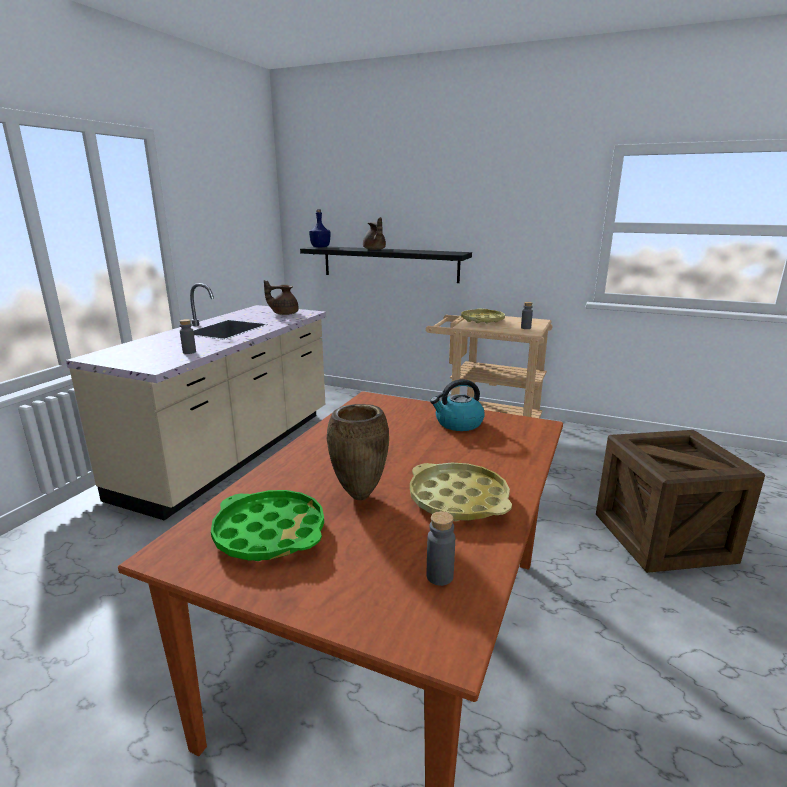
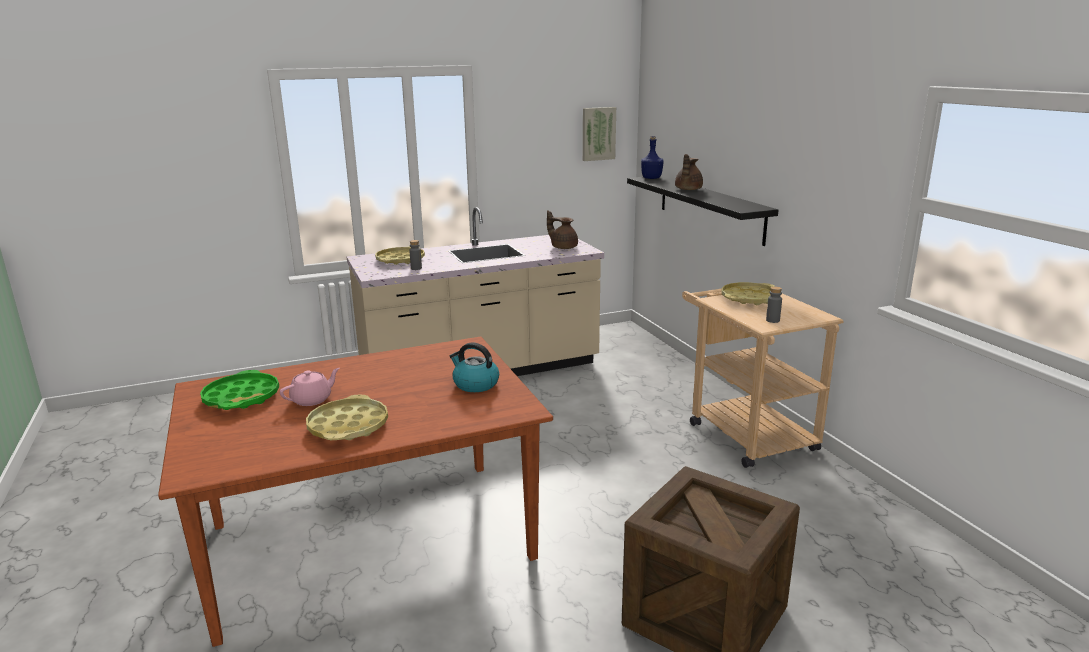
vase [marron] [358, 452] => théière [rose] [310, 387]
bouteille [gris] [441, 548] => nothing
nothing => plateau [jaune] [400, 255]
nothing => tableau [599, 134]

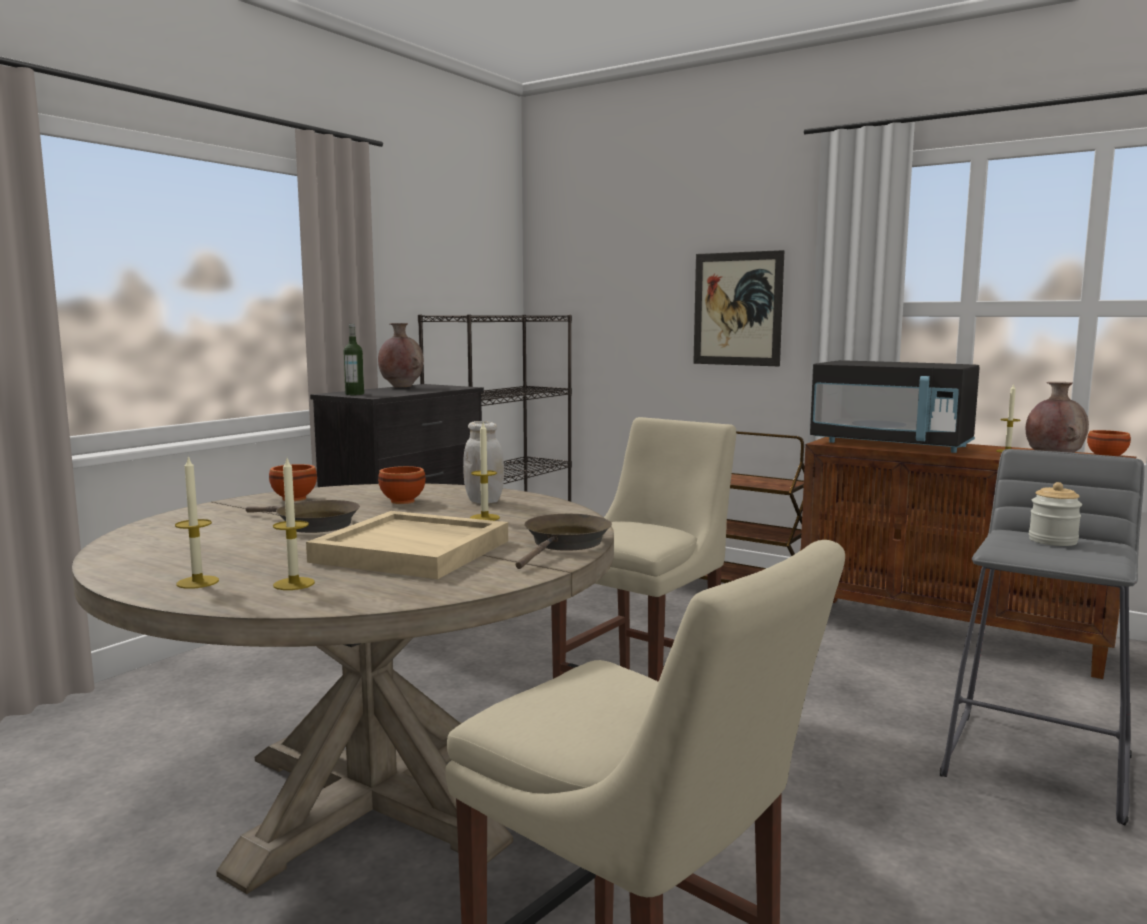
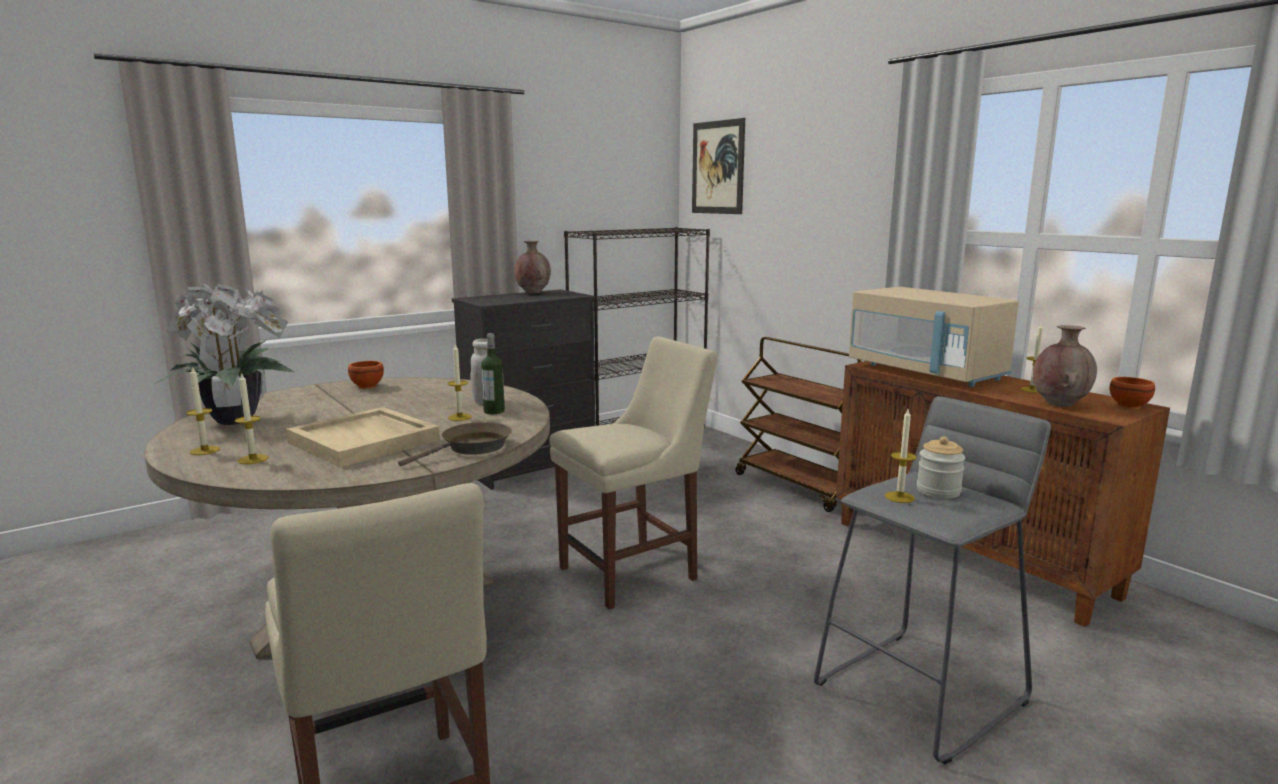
poêle [marron] [303, 516] => nothing
bouteille [354, 359] => bouteille [493, 373], moved
bol [marron] [402, 485] => nothing
tableau [739, 308] => tableau [718, 166], moved
micro-ondes [noir] [895, 406] => micro-ondes [beige] [934, 337]
nothing => plante en pot [224, 354]
nothing => bougie [901, 456]

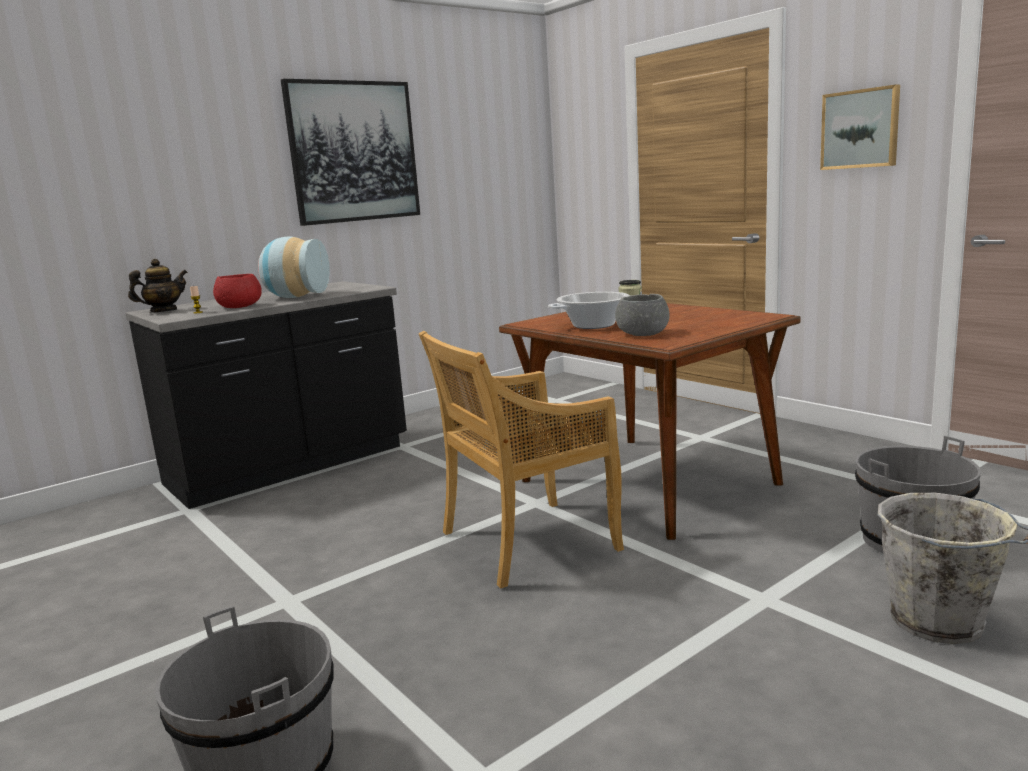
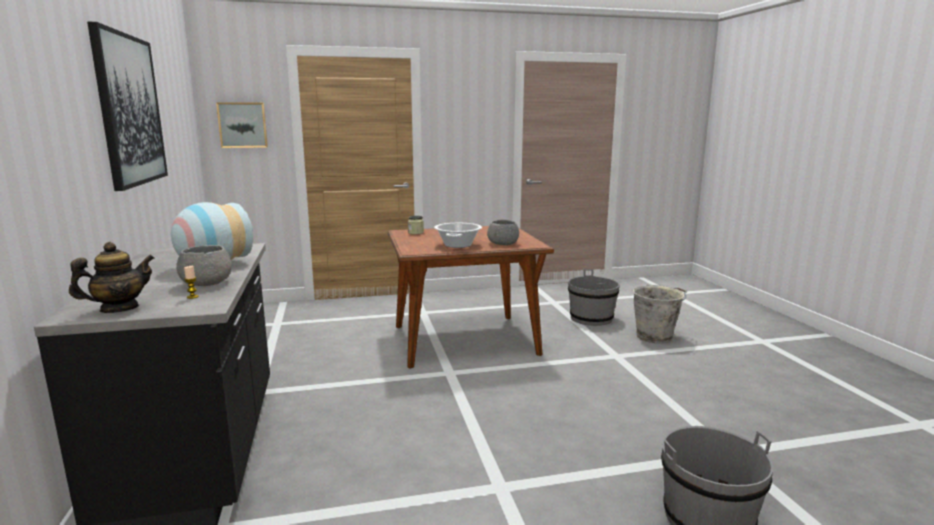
théière [158, 286] => théière [112, 277], 60 degrees clockwise
bol [rouge] [237, 291] => bol [gris] [204, 265]
chaise [beige] [521, 460] => nothing
tableau [860, 127] => tableau [242, 125], moved

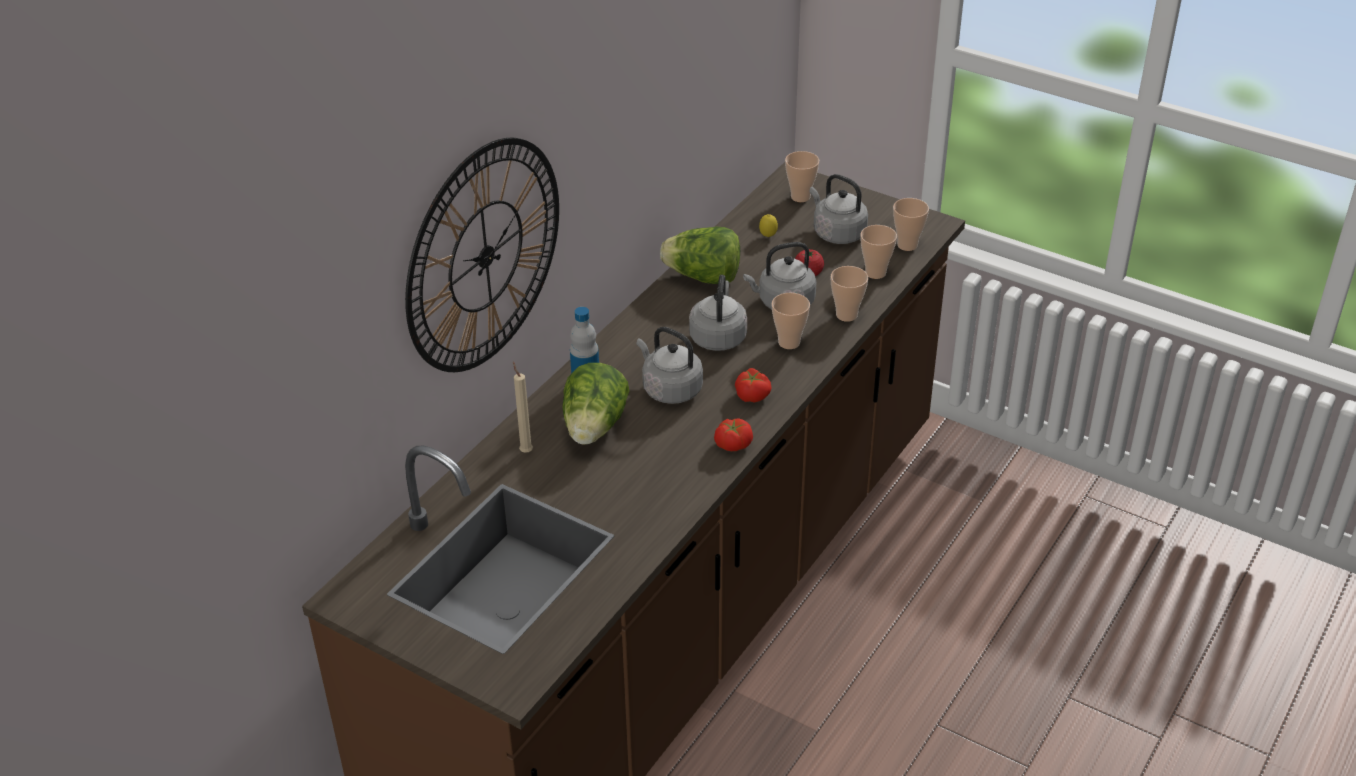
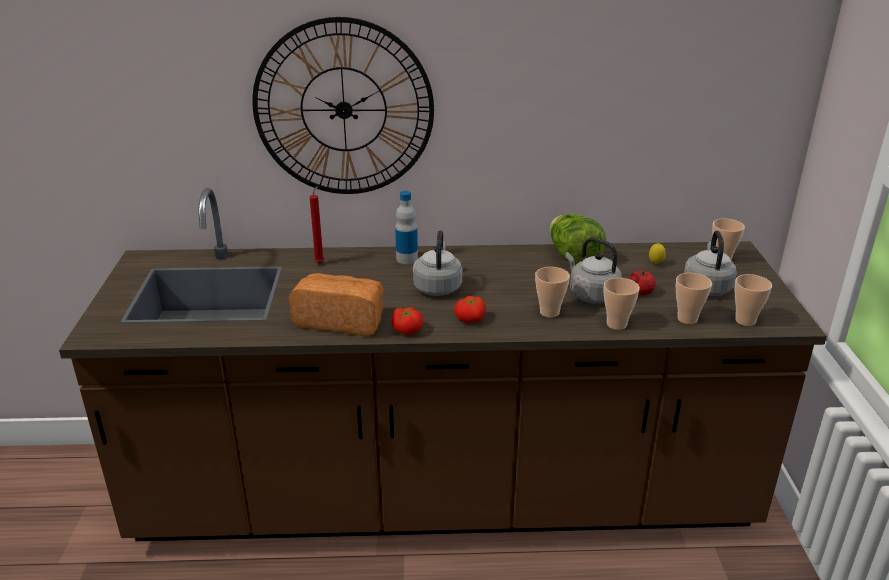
bougie [beige] [523, 407] => bougie [rouge] [317, 224]
laitue [596, 404] => nothing
bouilloire [gris] [718, 313] => nothing
nothing => pain [336, 304]

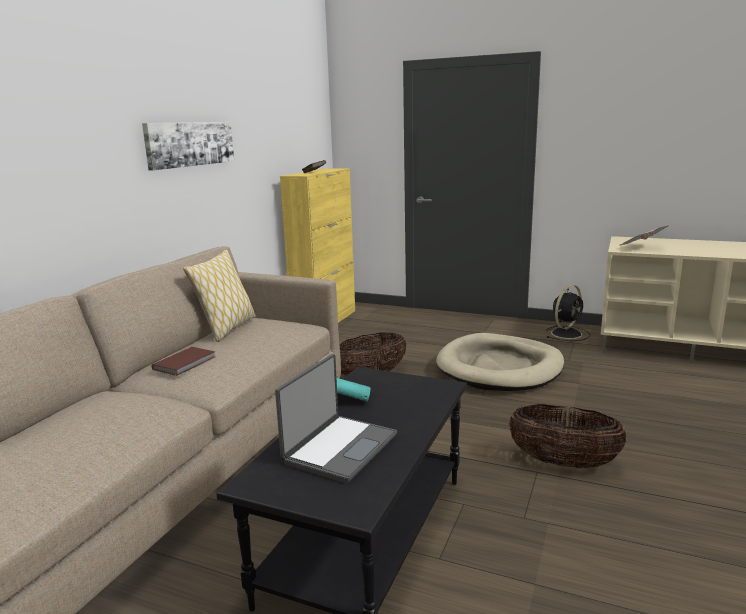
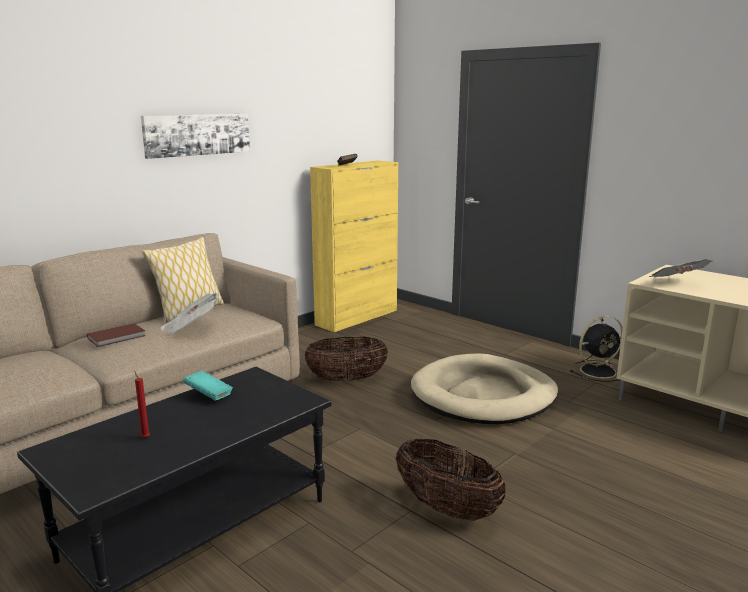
ordinateur portable [336, 418] => bougie [rouge] [142, 404]
nothing => journal [189, 313]

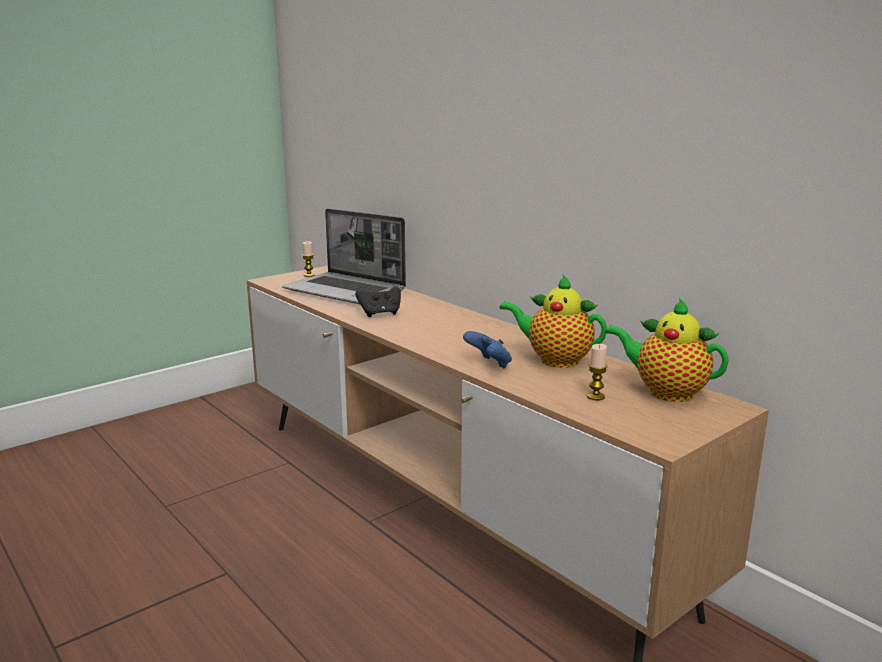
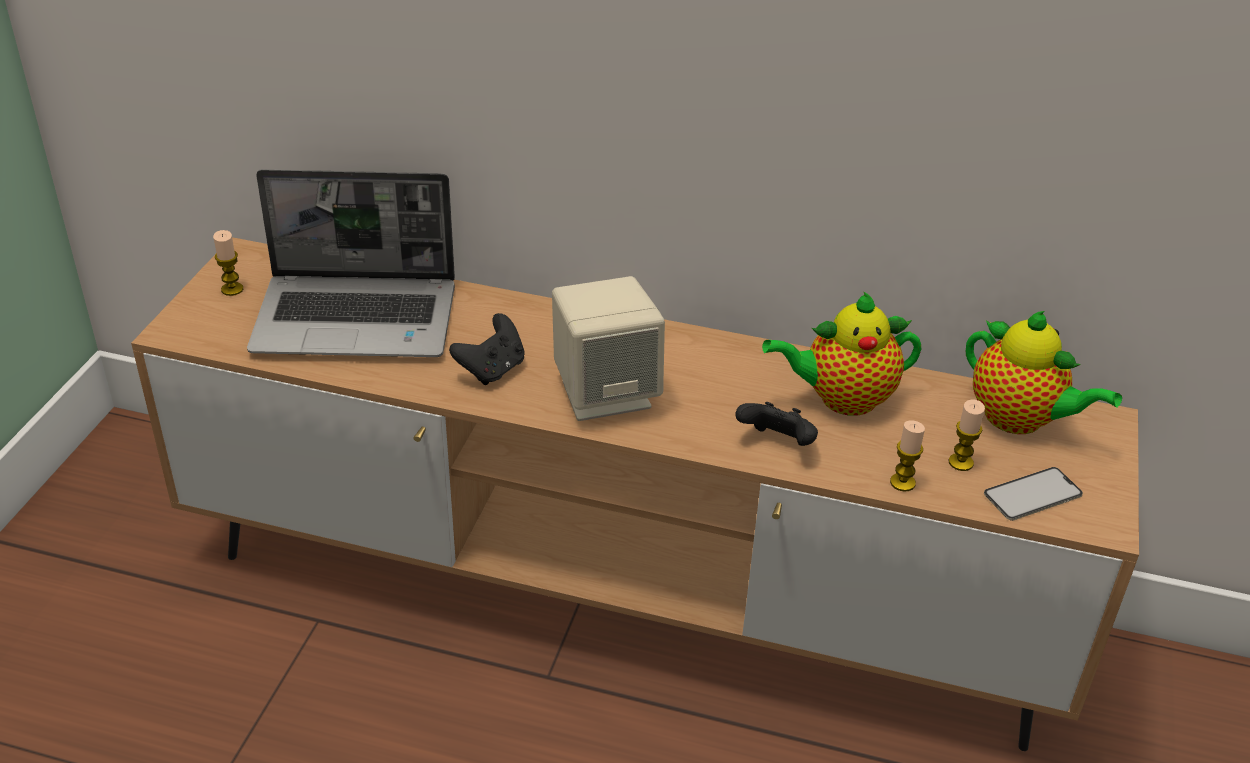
manette [bleu] [487, 349] => manette [noir] [776, 424]
théière [667, 350] => théière [1044, 372], 135 degrees counterclockwise
nothing => enceinte [beige] [608, 348]
nothing => bougie [907, 456]
nothing => téléphone [1033, 494]

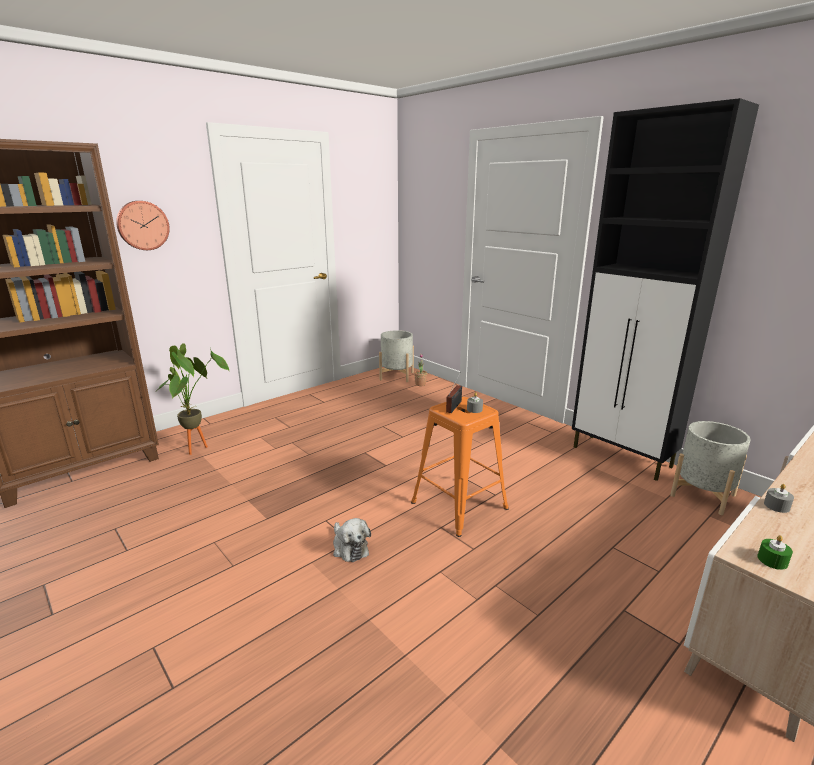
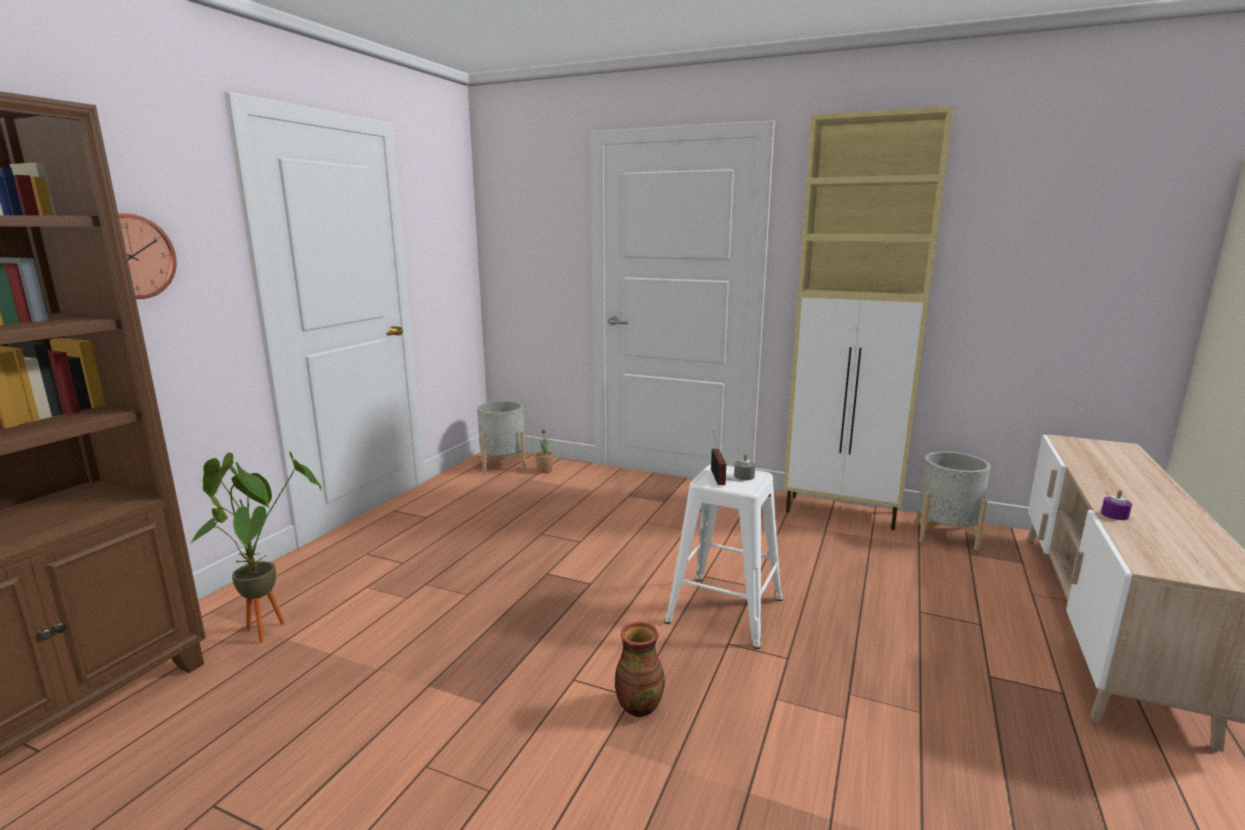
peluche [352, 540] => vase [640, 669]
tabouret [orange] [460, 467] => tabouret [blanc] [723, 556]
meuble de rangement [noir] [665, 289] => meuble de rangement [beige] [869, 318]
bougie [vert] [775, 552] => nothing
bougie [gris] [779, 498] => bougie [violet] [1116, 505]

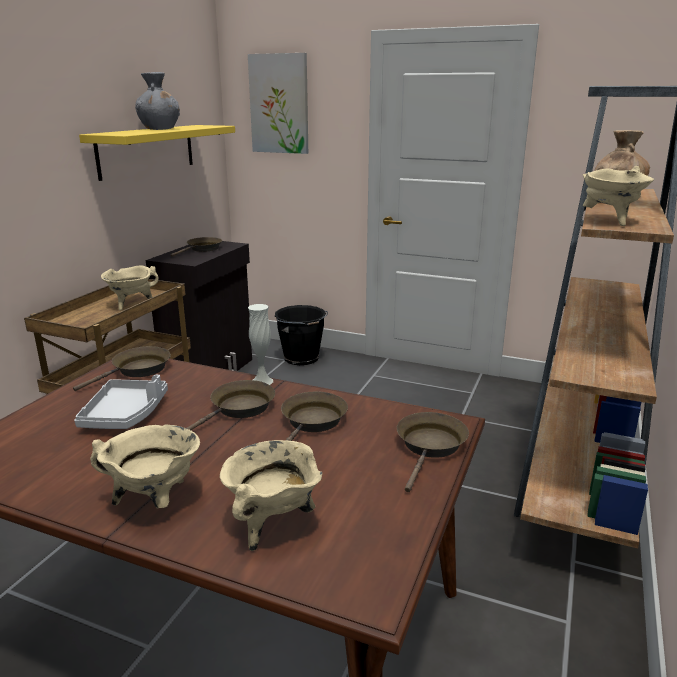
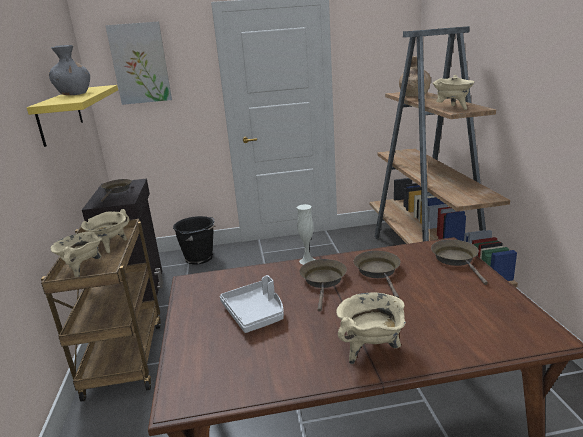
poêle [marron] [122, 368] => nothing
marmite [beige] [271, 495] => marmite [beige] [76, 254], moved

